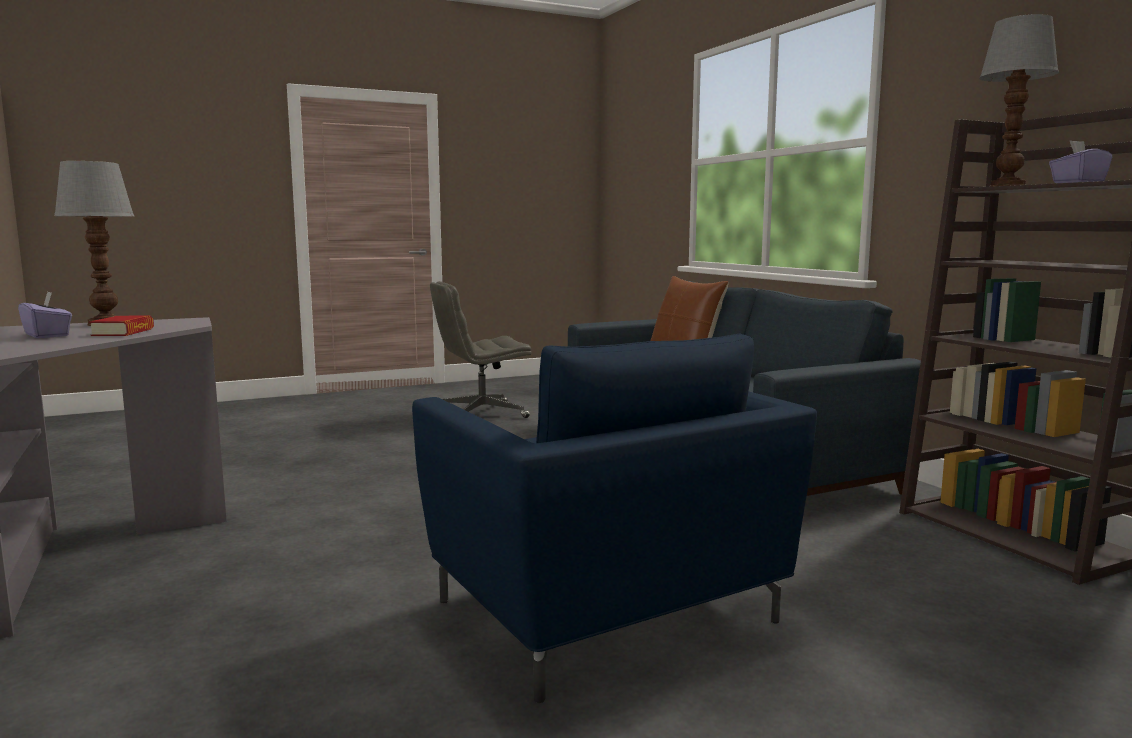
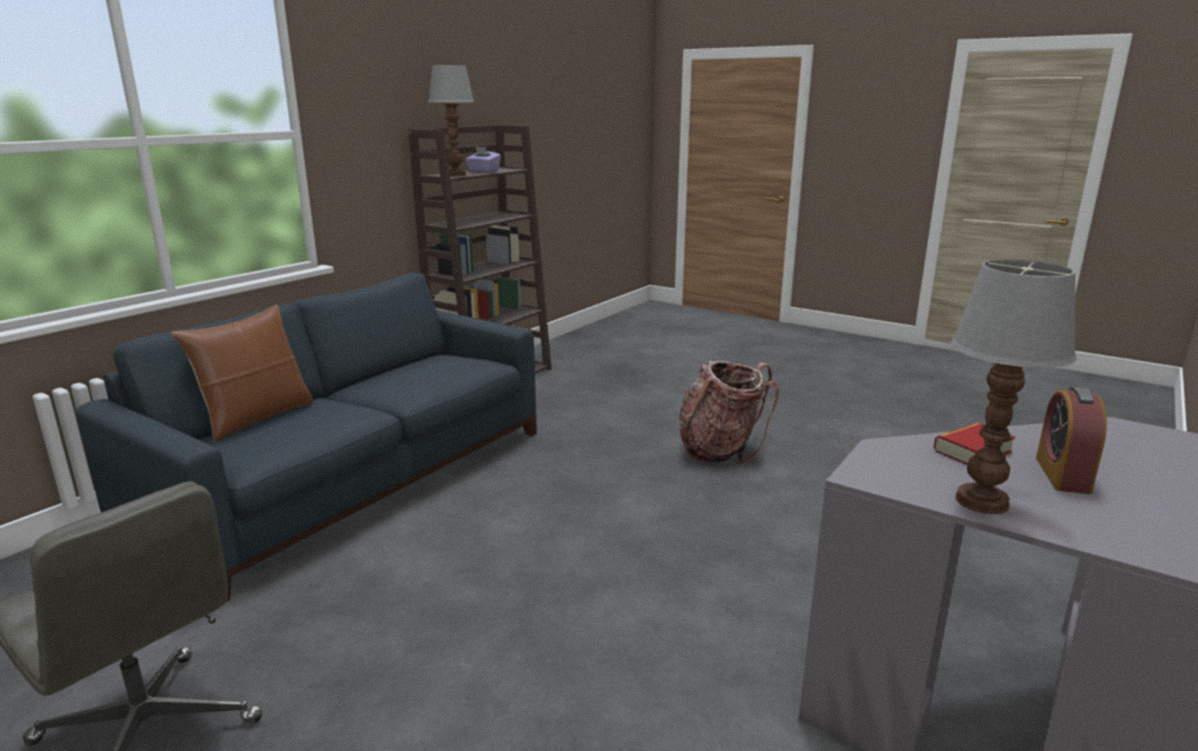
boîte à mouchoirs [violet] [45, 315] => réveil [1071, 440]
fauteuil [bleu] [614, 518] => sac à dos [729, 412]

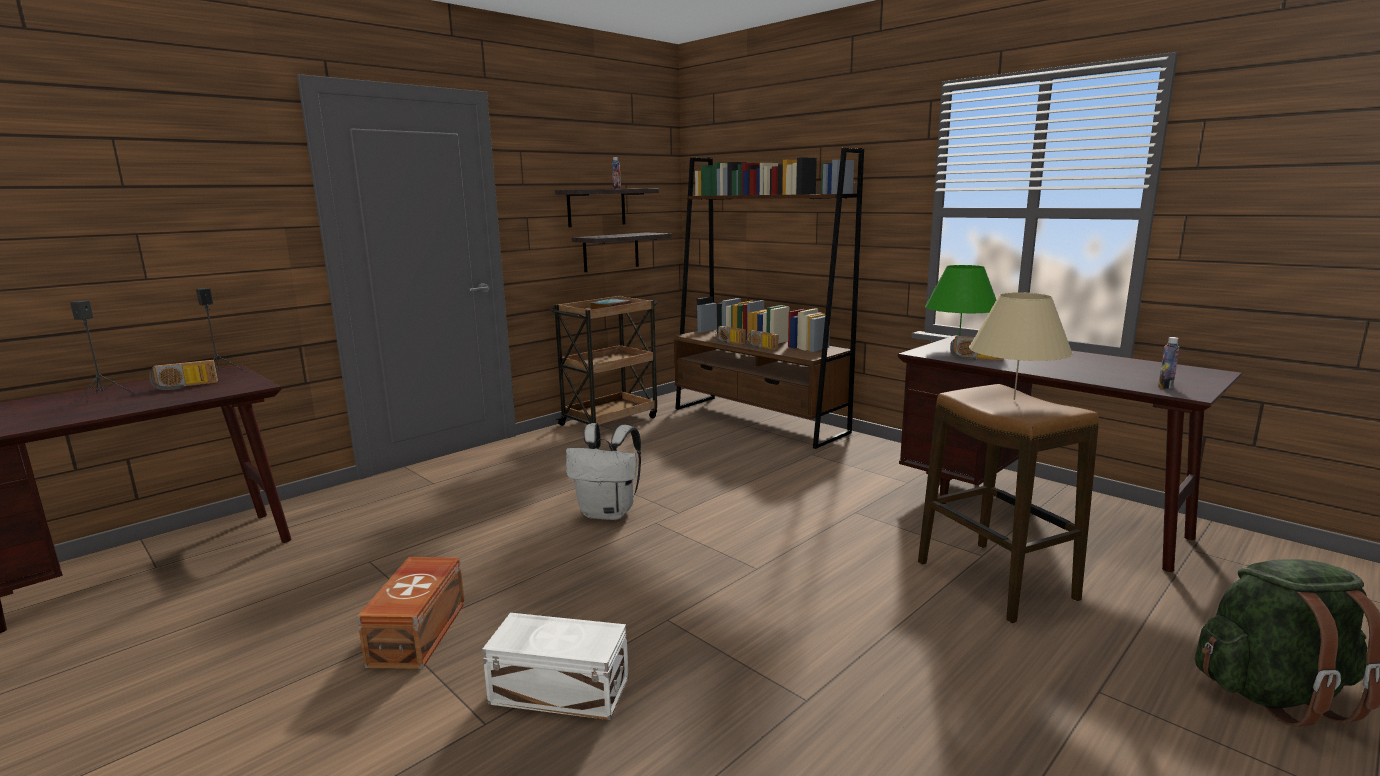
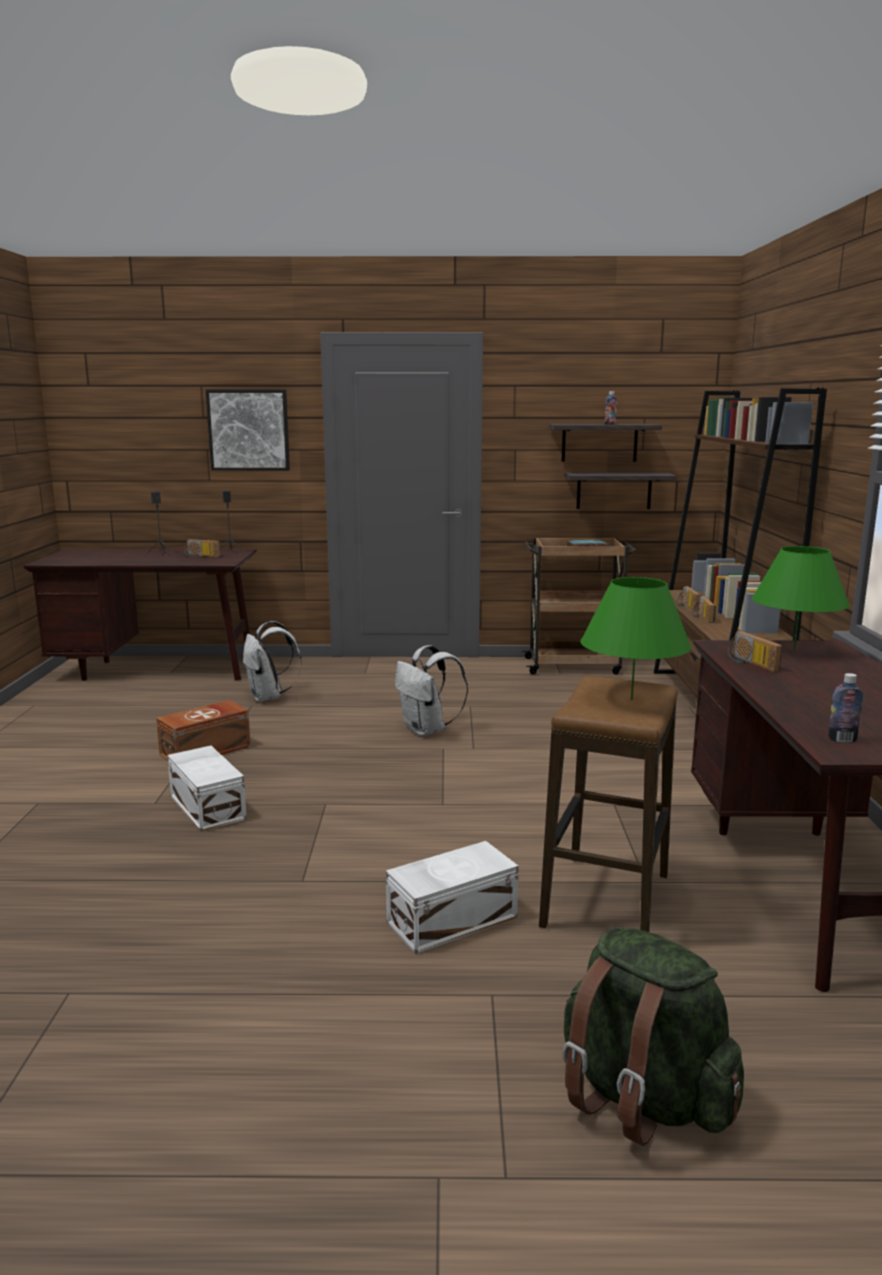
lampe de table [beige] [1021, 346] => lampe de table [vert] [635, 638]
nothing => tableau [248, 430]
nothing => sac à dos [blanc] [272, 661]
nothing => boîte de rangement [blanc] [452, 897]

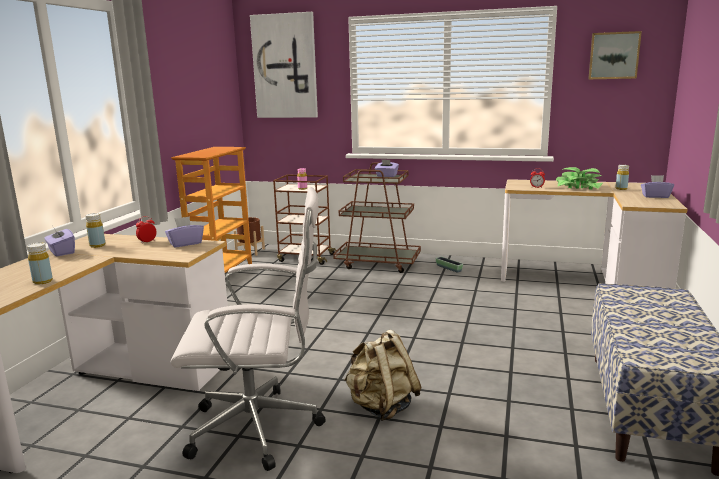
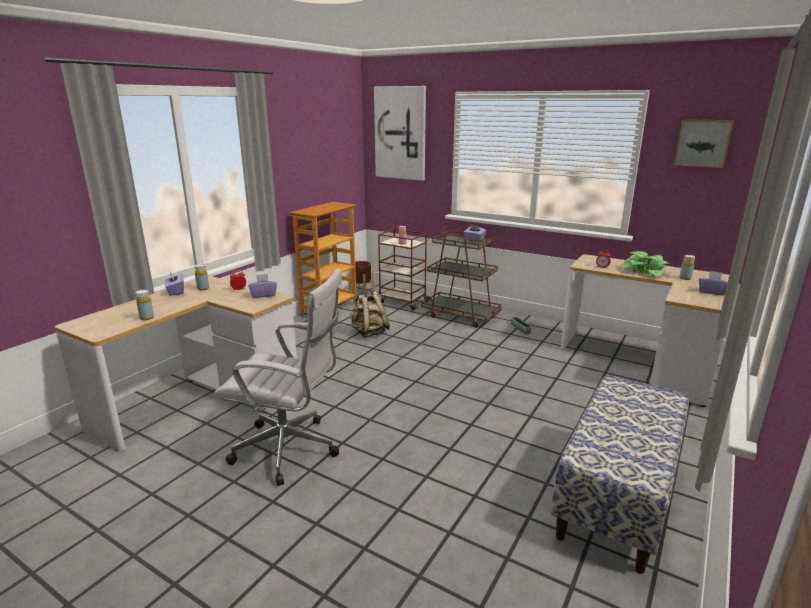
sac à dos [beige] [383, 375] => sac à dos [beige] [370, 314], moved

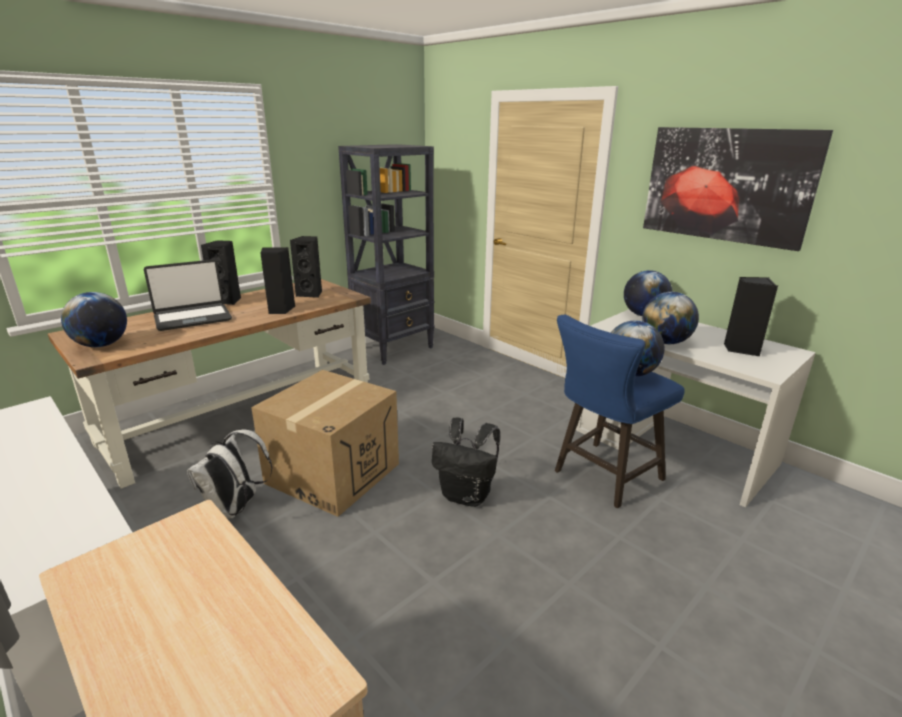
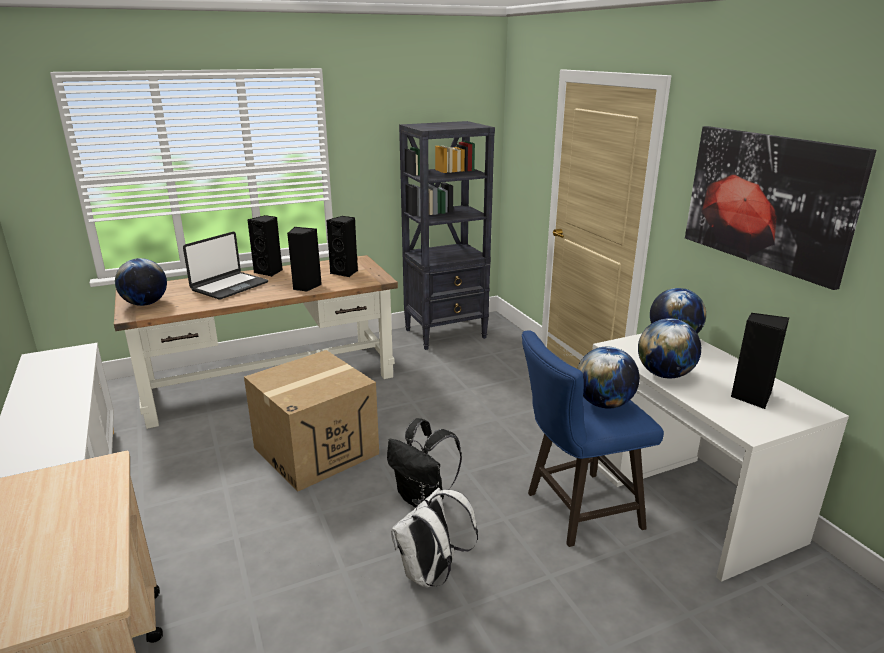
ordinateur portable [188, 295] => ordinateur portable [225, 266], 45 degrees counterclockwise
sac à dos [blanc] [230, 474] => sac à dos [blanc] [434, 538], moved

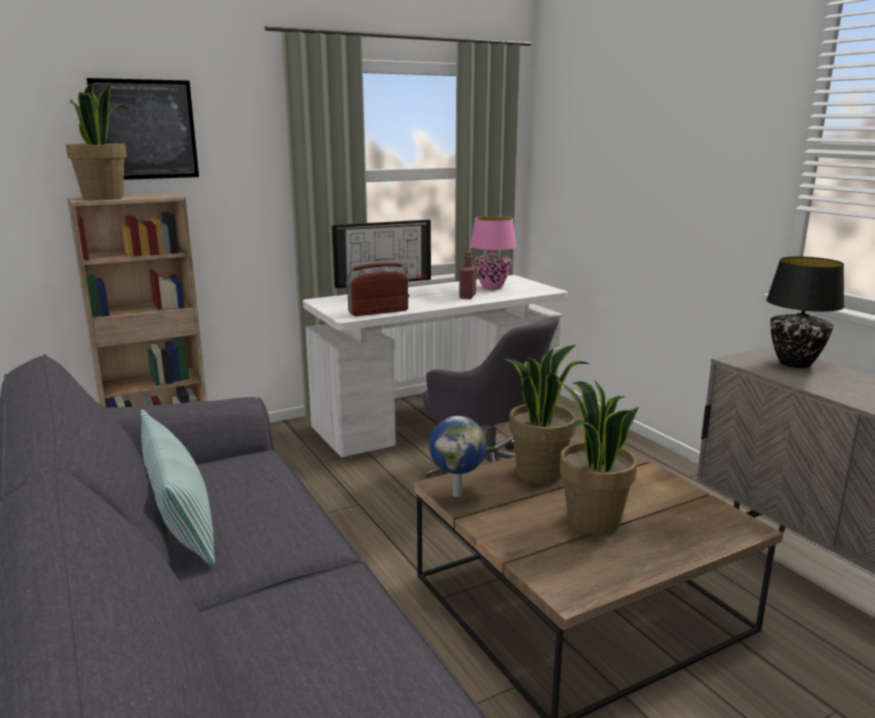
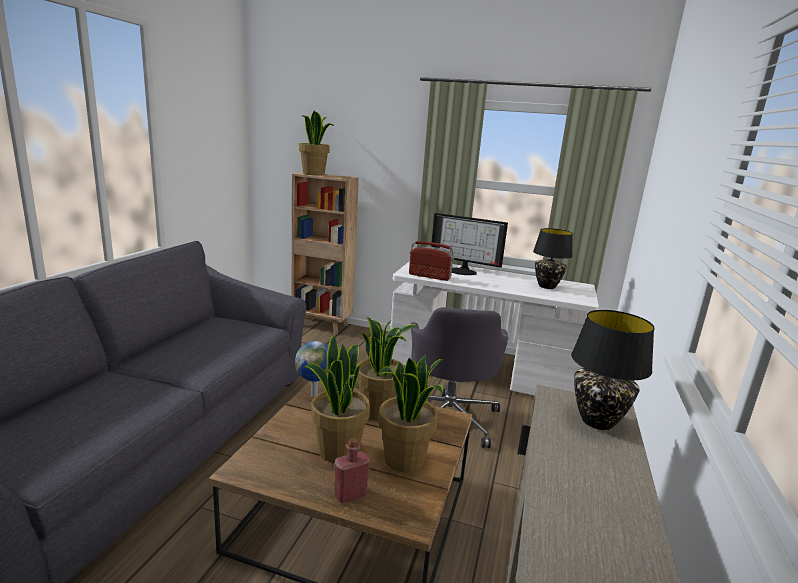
tableau [143, 129] => nothing
coussin [178, 488] => nothing
bouteille [rouge] [468, 275] => bouteille [rouge] [352, 470], moved
lampe de table [rose] [493, 253] => lampe de table [noir] [553, 258]
nothing => plante en pot [411, 413]

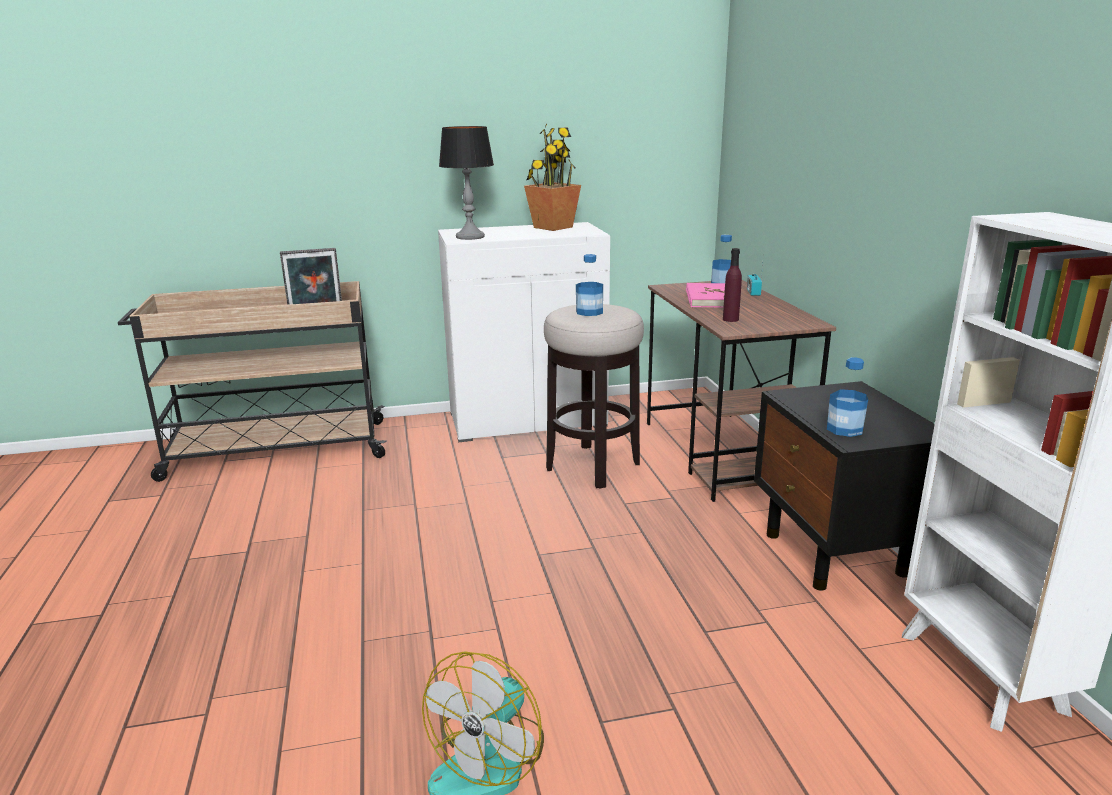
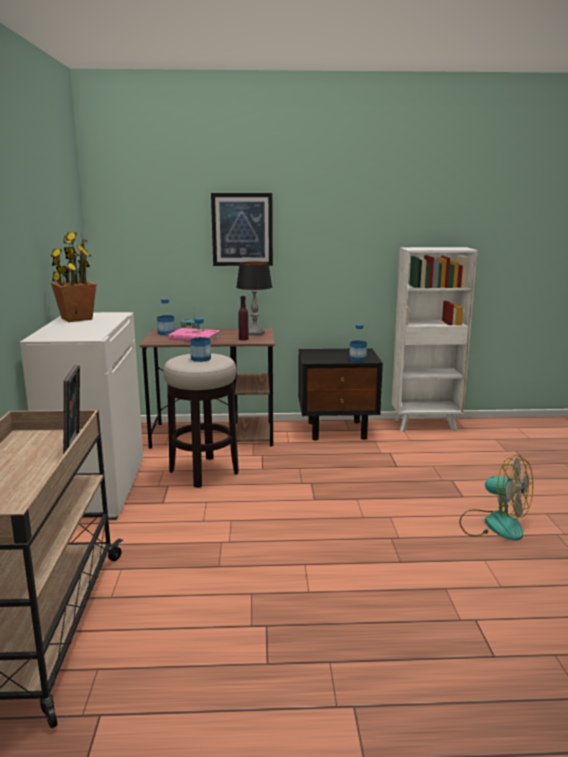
lampe de table [466, 183] => lampe de table [254, 298], moved
nothing => tableau [242, 229]

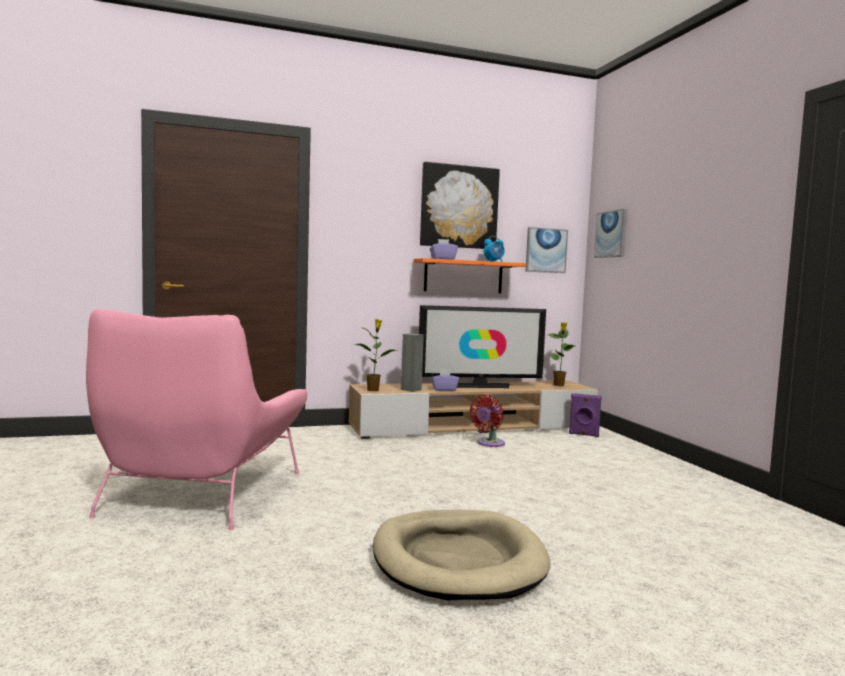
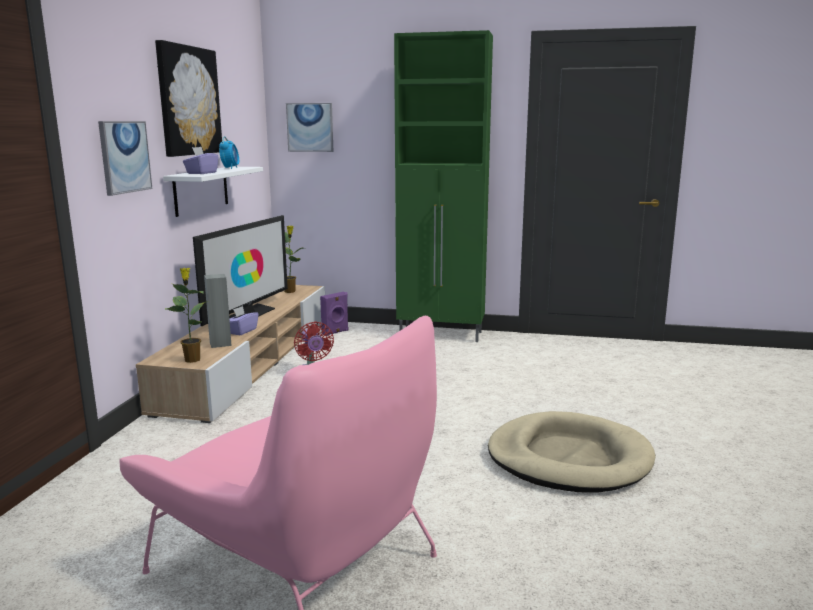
étagère [orange] [470, 276] => étagère [blanc] [213, 192]
tableau [546, 250] => tableau [125, 158], moved
nothing => meuble de rangement [vert] [443, 186]

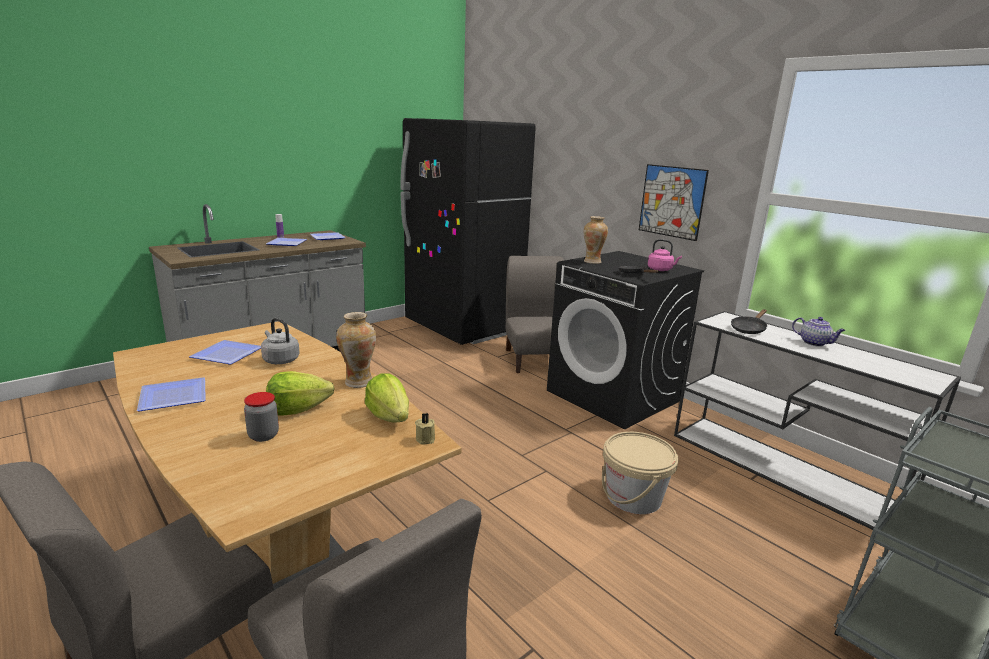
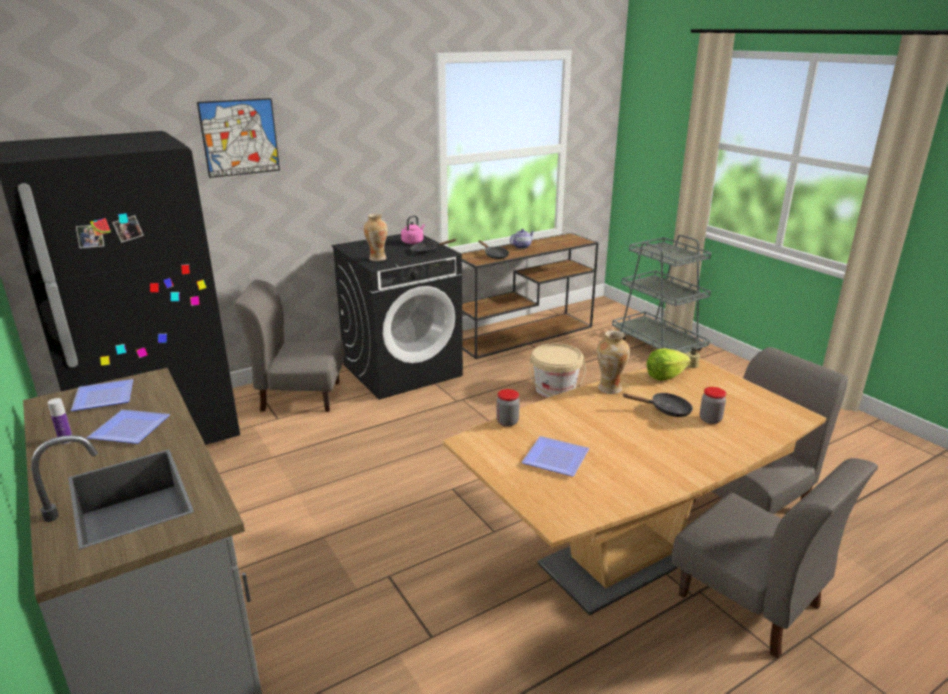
assiette [171, 394] => nothing
bouilloire [gris] [280, 341] => nothing
laitue [300, 393] => poêle [noir] [657, 405]
tableau [674, 202] => tableau [238, 138], moved
table console [blanc] [817, 420] => table console [marron] [530, 296]
nothing => bocal [508, 408]

